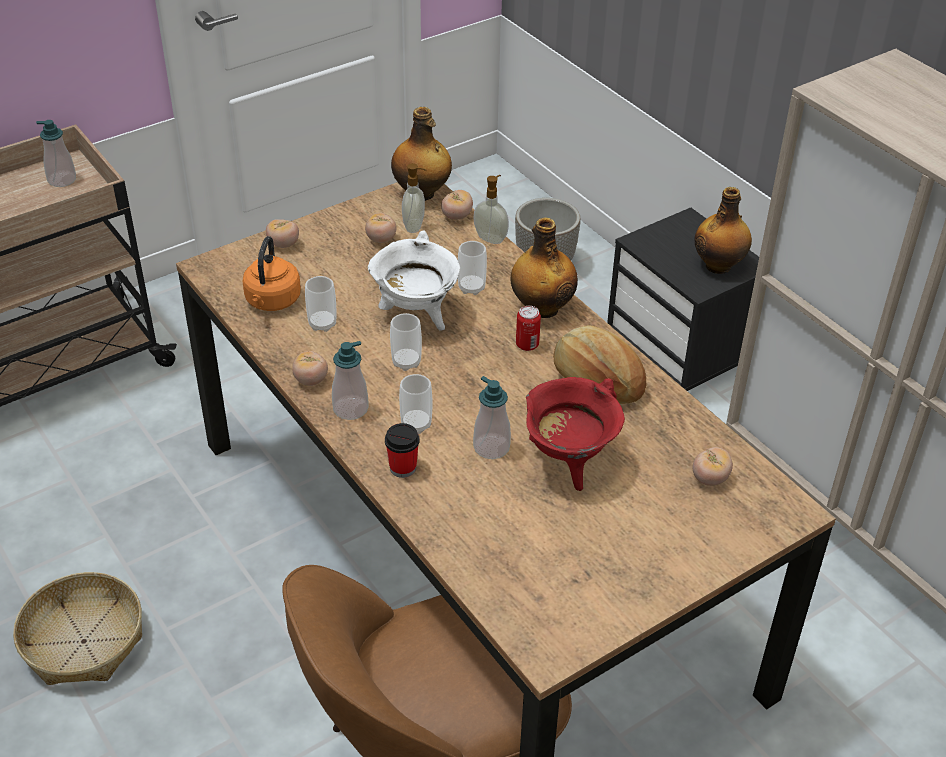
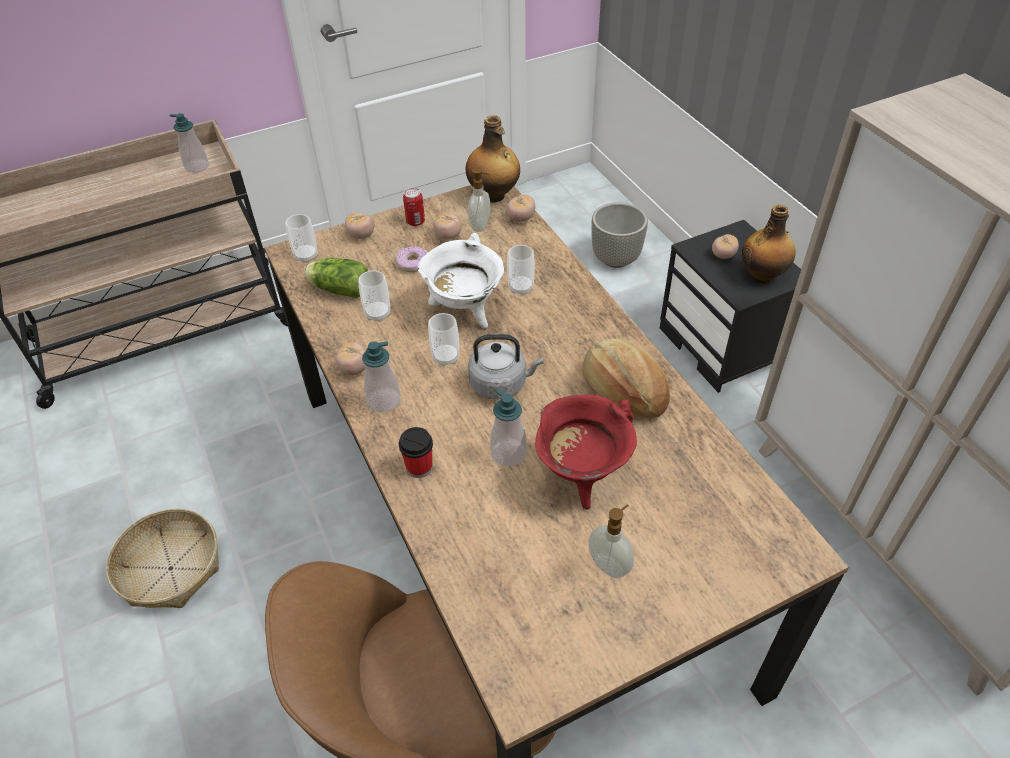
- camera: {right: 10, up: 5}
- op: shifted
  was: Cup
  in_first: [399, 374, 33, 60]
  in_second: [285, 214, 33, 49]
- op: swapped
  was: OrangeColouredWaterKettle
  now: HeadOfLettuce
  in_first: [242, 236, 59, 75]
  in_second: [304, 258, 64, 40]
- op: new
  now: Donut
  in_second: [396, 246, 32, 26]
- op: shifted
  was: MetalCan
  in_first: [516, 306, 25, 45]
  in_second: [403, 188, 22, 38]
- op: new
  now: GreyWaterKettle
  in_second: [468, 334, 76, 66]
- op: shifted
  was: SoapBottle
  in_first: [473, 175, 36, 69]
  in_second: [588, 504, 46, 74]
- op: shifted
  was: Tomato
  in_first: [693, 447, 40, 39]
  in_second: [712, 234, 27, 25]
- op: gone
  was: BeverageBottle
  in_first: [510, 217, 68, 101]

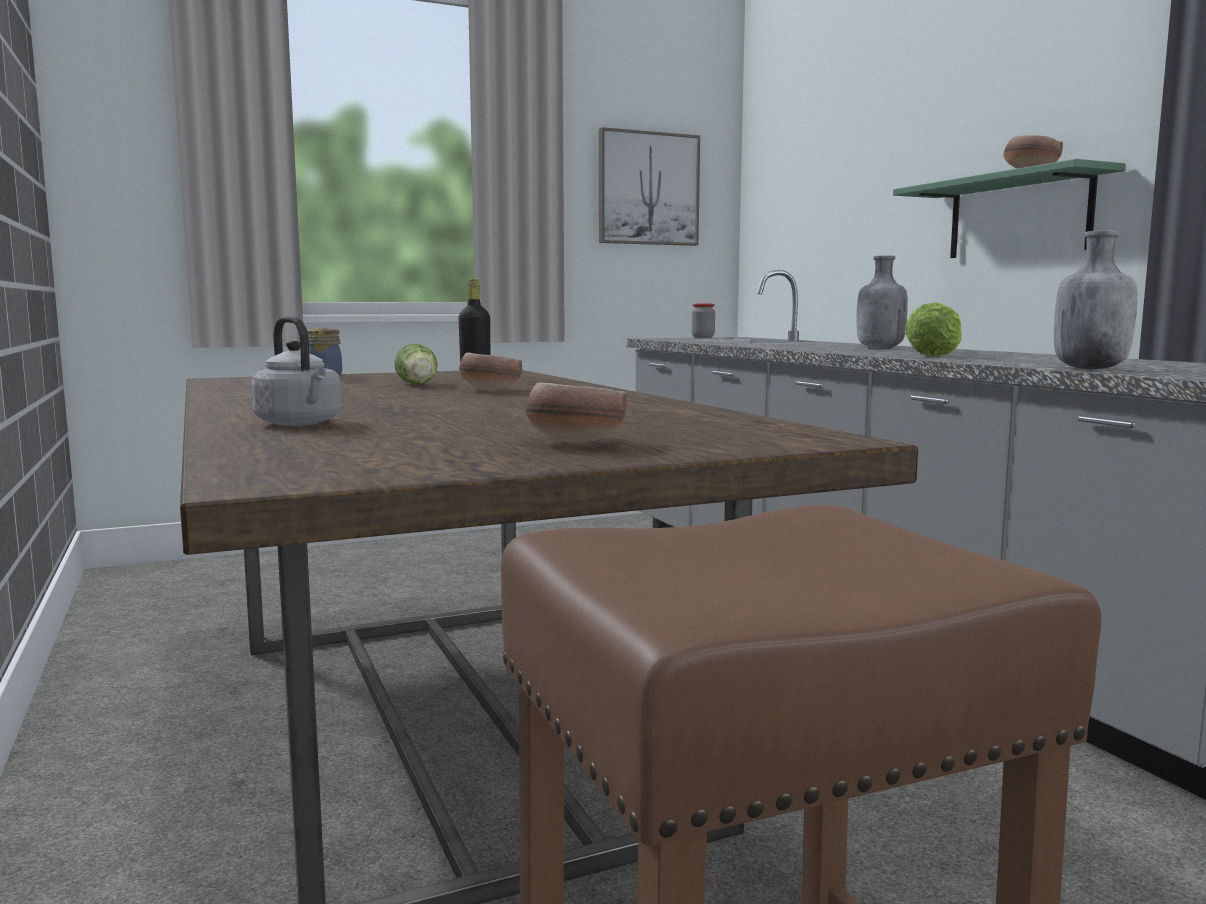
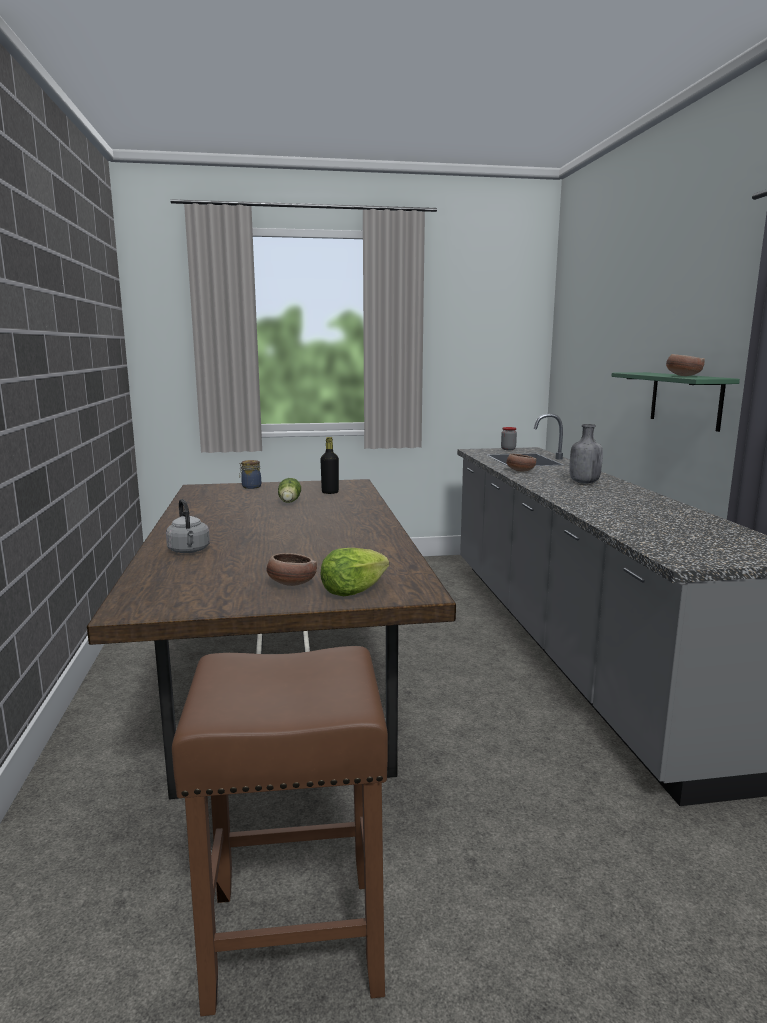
- camera: {right: 15, up: 5}
- op: shifted
  was: HeadOfLettuce
  in_first: [904, 302, 58, 54]
  in_second: [320, 548, 69, 48]
- op: shifted
  was: ServingBowl
  in_first: [459, 352, 63, 38]
  in_second: [506, 454, 30, 18]
- op: gone
  was: Picture
  in_first: [599, 127, 101, 119]
- op: gone
  was: GreyBeverageBottle
  in_first: [1054, 230, 83, 139]

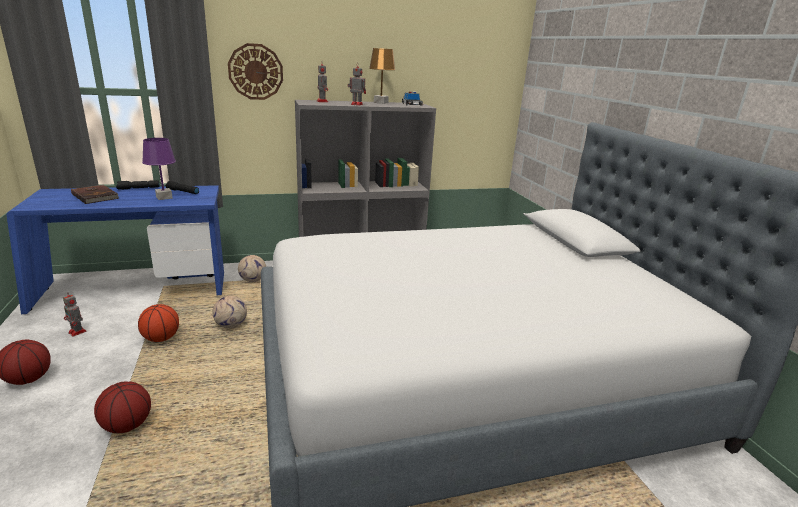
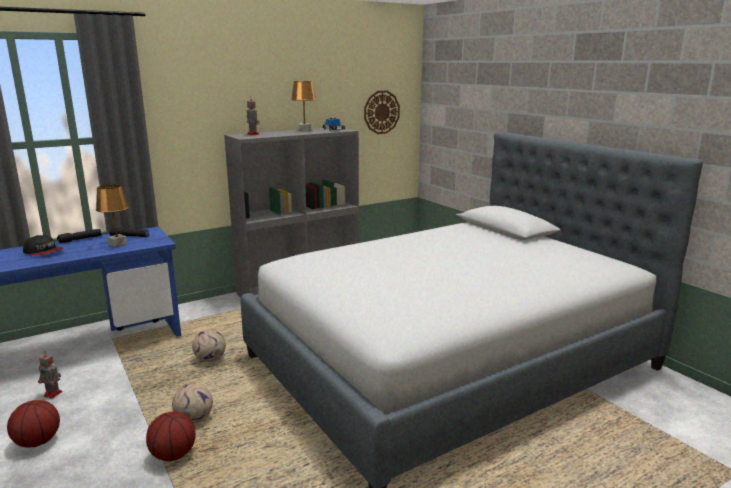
- camera: {right: -15, up: -5}
- op: swapped
  was: BrownBook
  now: PeakedCap
  in_first: [71, 185, 48, 19]
  in_second: [23, 235, 41, 20]
- op: repainted
  was: PurpleTabletopLamp
  now: BrownTabletopLamp
  in_first: [142, 138, 34, 62]
  in_second: [96, 184, 33, 63]
- op: shifted
  was: BallForFootball
  in_first: [238, 255, 28, 27]
  in_second: [172, 383, 41, 41]
- op: shifted
  was: WallClock
  in_first: [228, 43, 55, 57]
  in_second: [364, 91, 36, 43]
- op: gone
  was: BallForBasketball
  in_first: [138, 304, 41, 38]
- op: gone
  was: ToyRobot
  in_first: [348, 63, 18, 43]

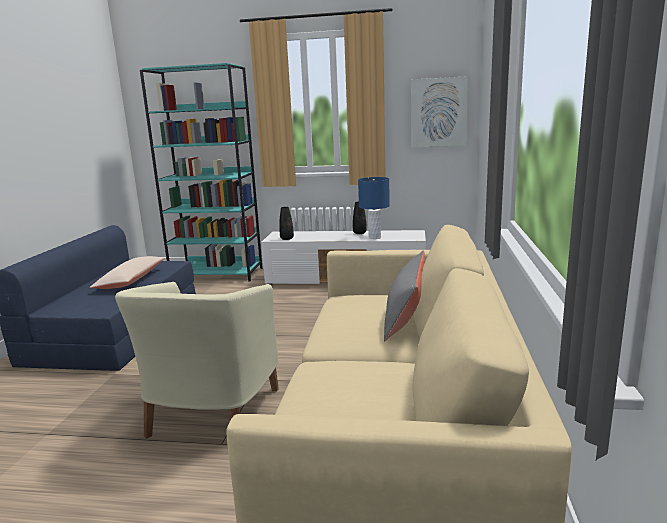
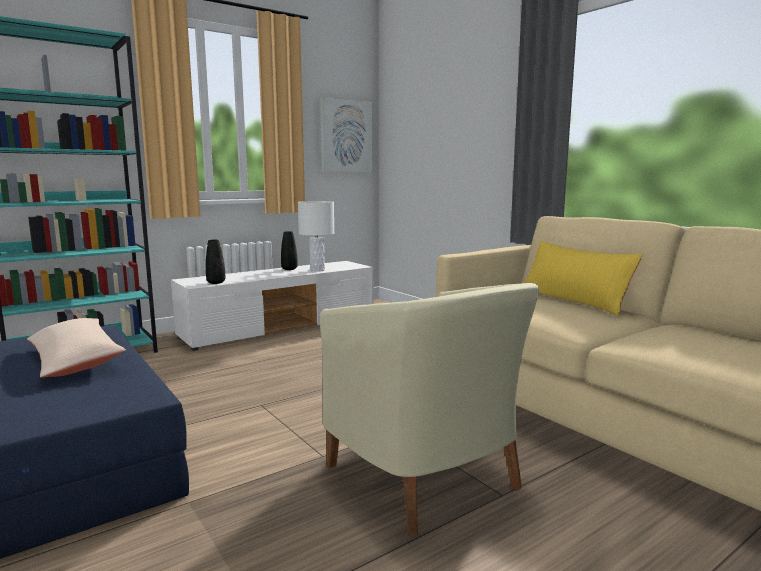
- camera: {right: -45, up: -5}
- op: repainted
  was: BlueColouredTabletopLamp
  now: WhitishTabletopLamp
  in_first: [358, 177, 32, 62]
  in_second: [298, 201, 36, 71]
- op: repainted
  was: GreyPillow
  now: YellowColouredPillow
  in_first: [384, 250, 41, 91]
  in_second: [525, 241, 118, 75]

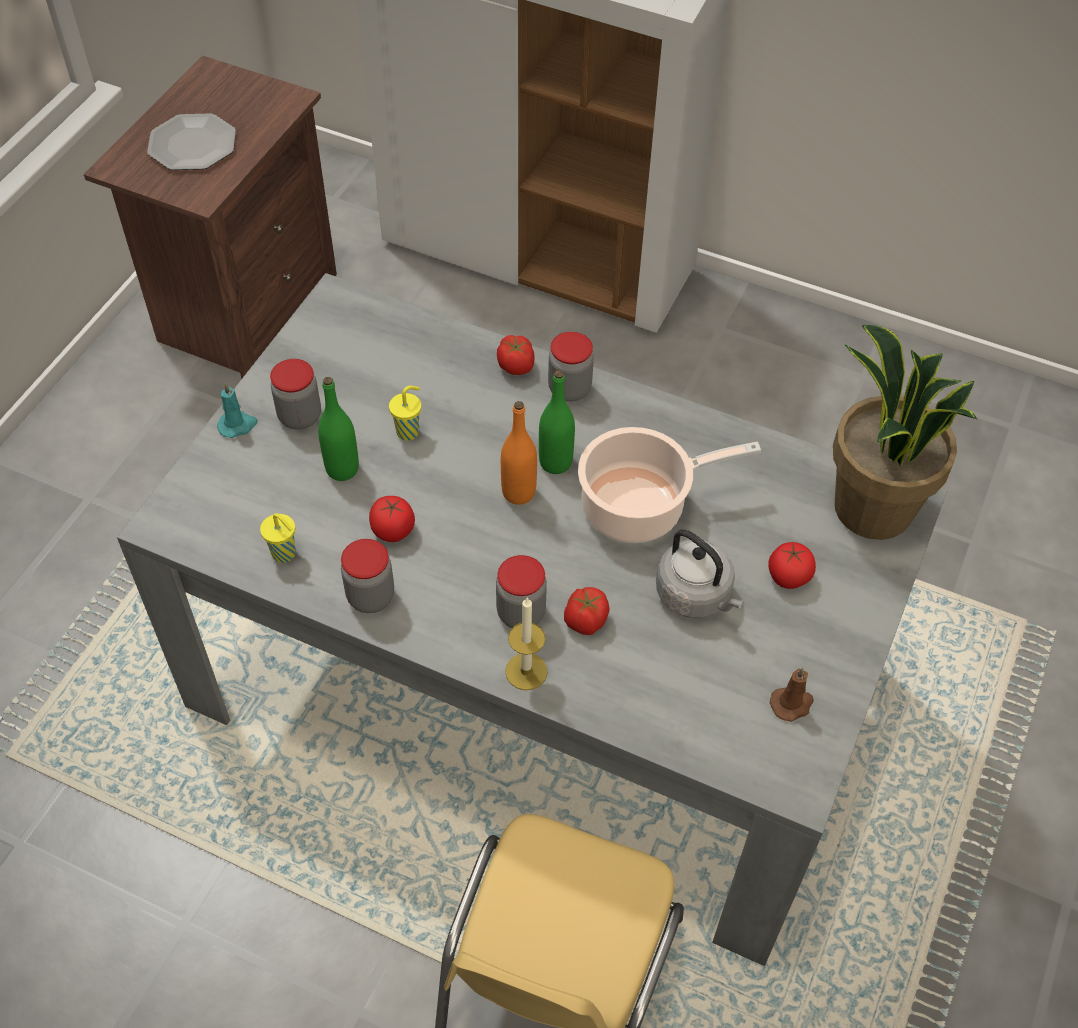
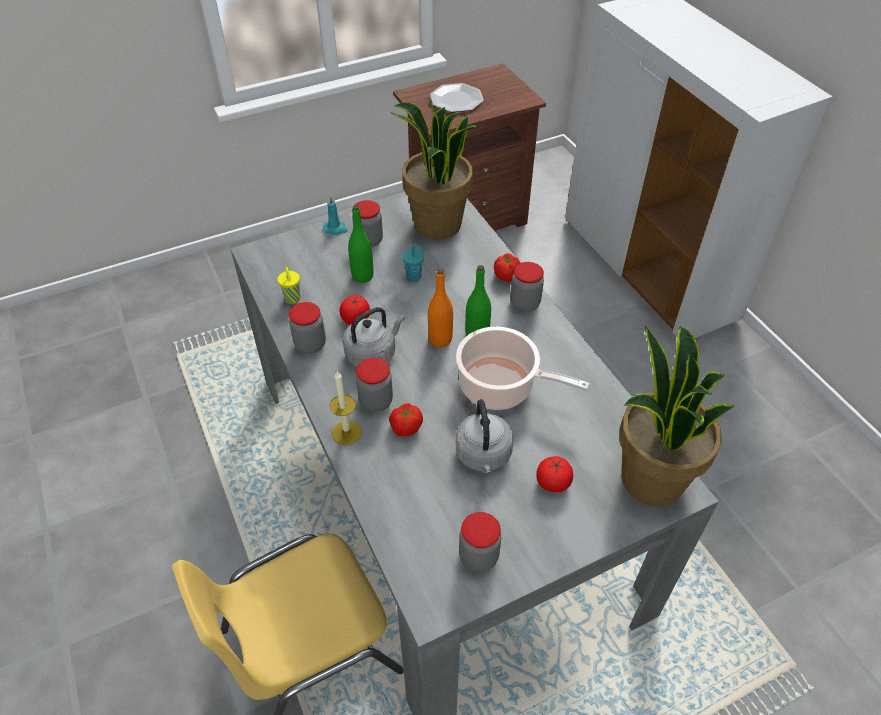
- camera: {right: 40, up: -5}
- op: new
  now: GreyWaterKettle
  in_second: [343, 307, 62, 60]
- op: new
  now: PlantInAPot
  in_second: [390, 102, 89, 138]
- op: repainted
  was: YellowColouredCup
  now: TurquoiseColouredCup
  in_first: [389, 386, 32, 55]
  in_second: [402, 244, 24, 38]
- op: swapped
  was: BrownWaxCandle
  now: Jar
  in_first: [770, 667, 44, 55]
  in_second: [459, 512, 42, 60]

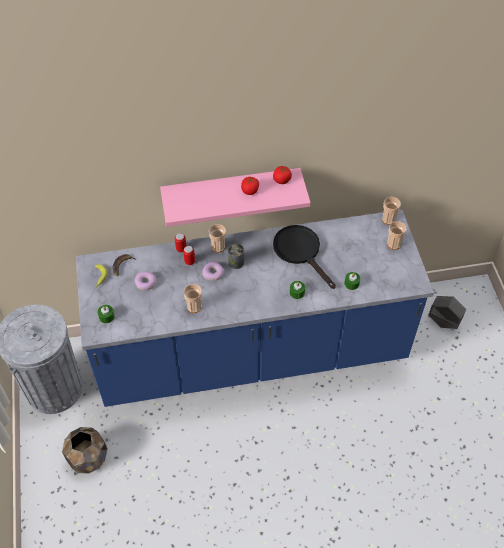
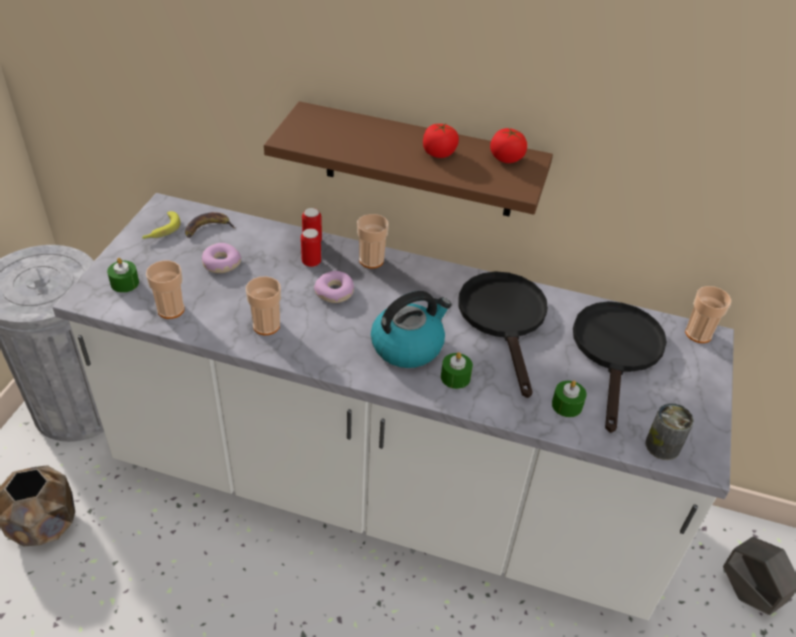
- camera: {right: 25, up: -10}
- op: repainted
  was: BlueColouredKitchenBaseUnit
  now: WhitishKitchenBaseUnit
  in_first: [76, 210, 358, 197]
  in_second: [53, 193, 681, 427]
- op: shifted
  was: Cup
  in_first: [387, 221, 20, 29]
  in_second: [146, 261, 39, 58]
- op: repainted
  was: PinkishShelf
  now: BrownShelf
  in_first: [160, 168, 151, 59]
  in_second: [264, 101, 289, 115]
- op: new
  now: WaterKettle
  in_second: [371, 291, 81, 77]
- op: new
  now: BlackishPan
  in_second: [573, 301, 94, 132]
- op: shifted
  was: MetalCan
  in_first: [228, 243, 16, 26]
  in_second: [645, 403, 49, 57]

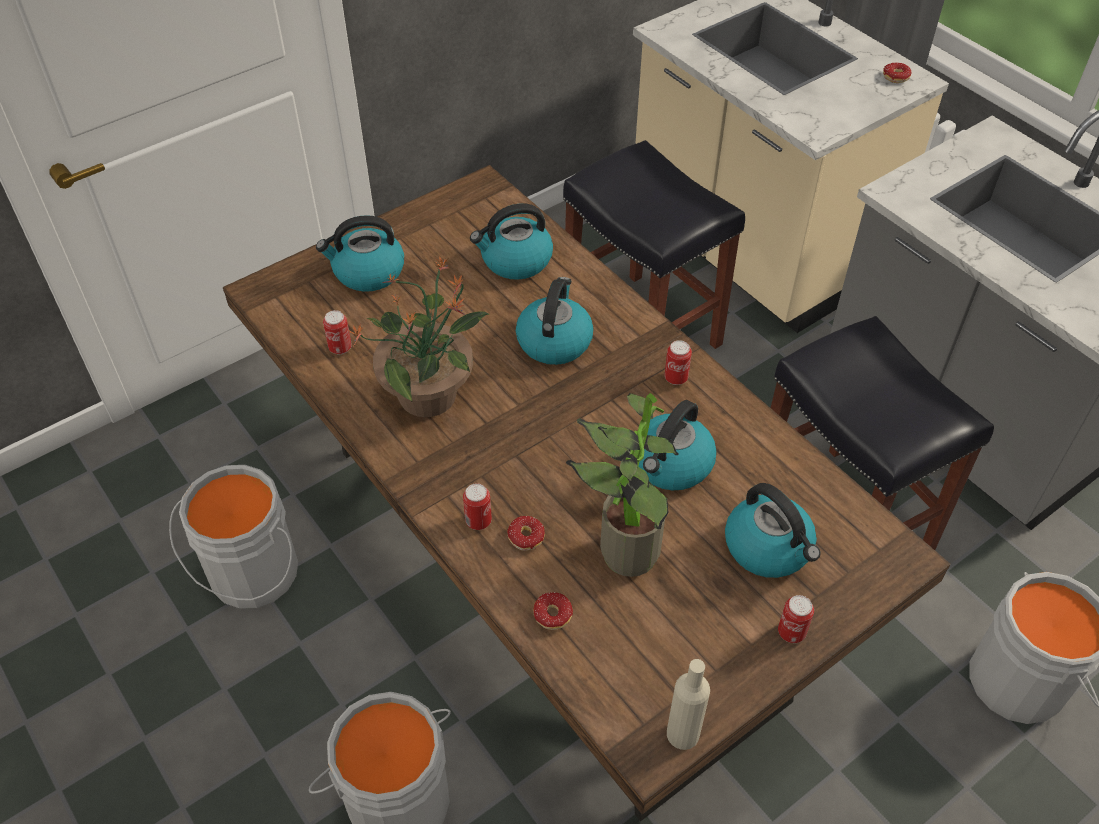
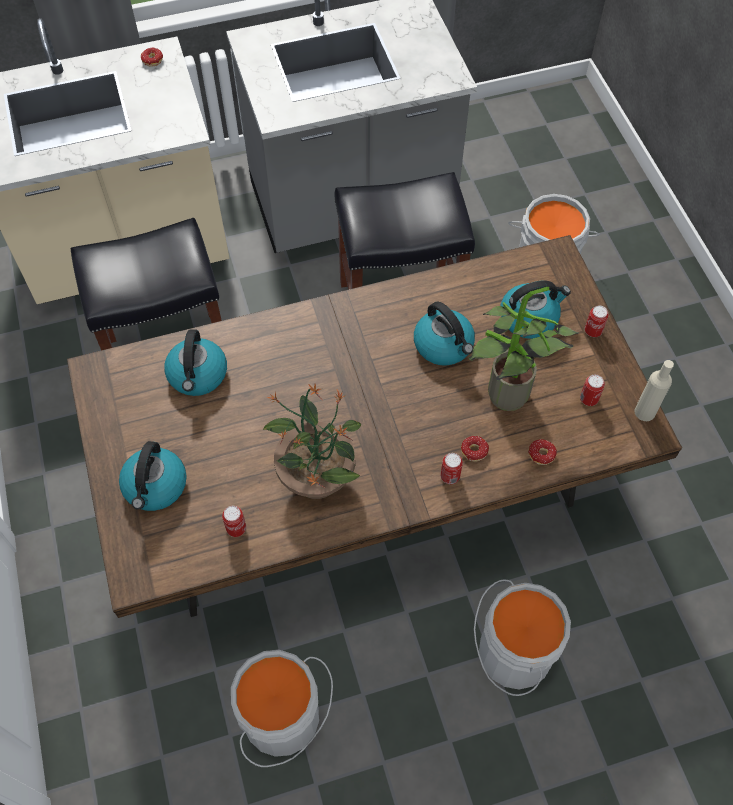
- camera: {right: -70, up: 10}
- op: shifted
  was: MetalCan
  in_first: [665, 340, 27, 45]
  in_second: [580, 374, 25, 32]
- op: gone
  was: WaterKettle
  in_first: [516, 277, 77, 88]

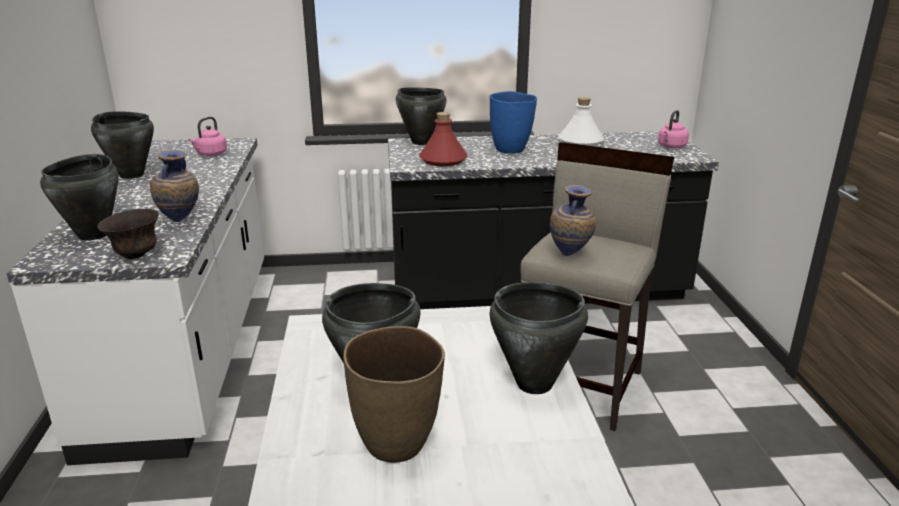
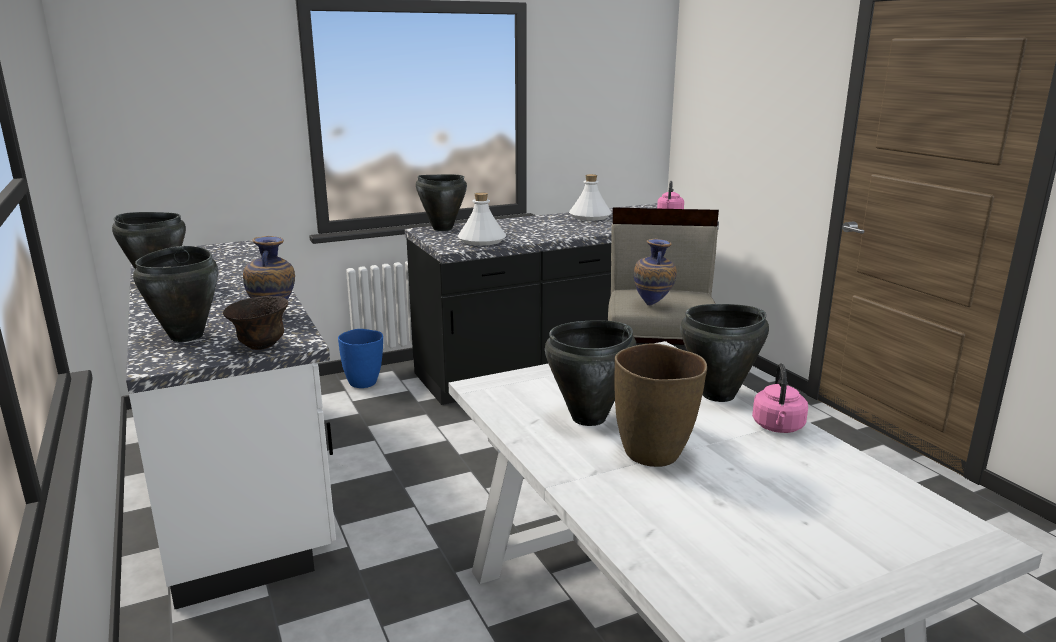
- camera: {right: -20, up: -5}
- op: shifted
  was: BlueColouredVase
  in_first: [490, 91, 47, 63]
  in_second: [338, 329, 45, 59]
- op: repainted
  was: ReddishBeverageBottle
  now: WhitishBeverageBottle
  in_first: [419, 112, 49, 54]
  in_second: [458, 192, 48, 54]
- op: shifted
  was: PinkishWaterKettle
  in_first: [188, 117, 39, 39]
  in_second: [752, 363, 56, 70]

